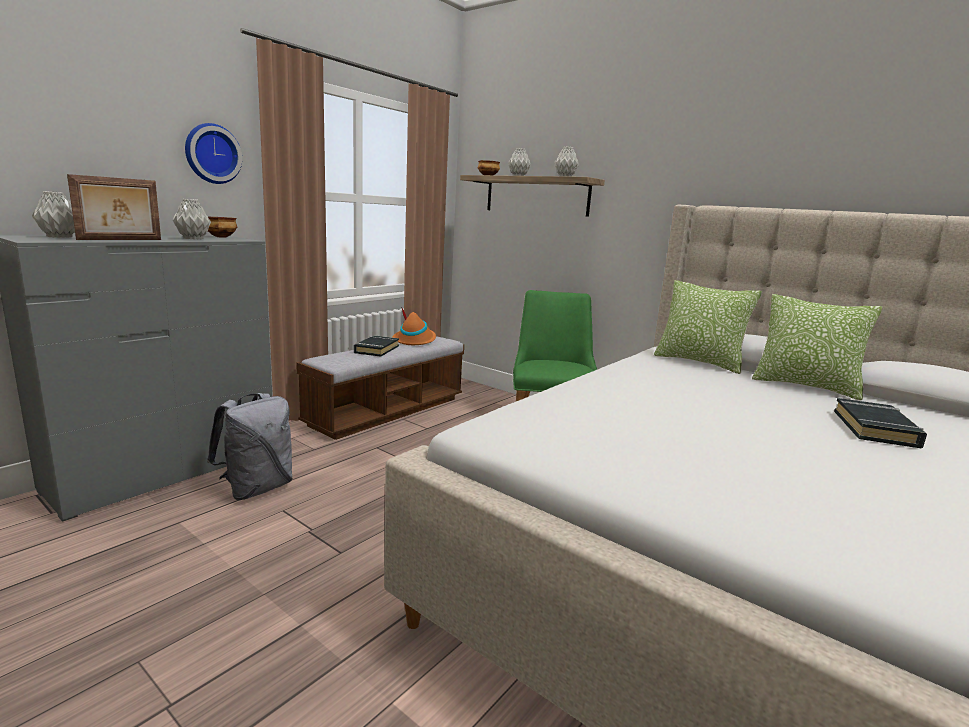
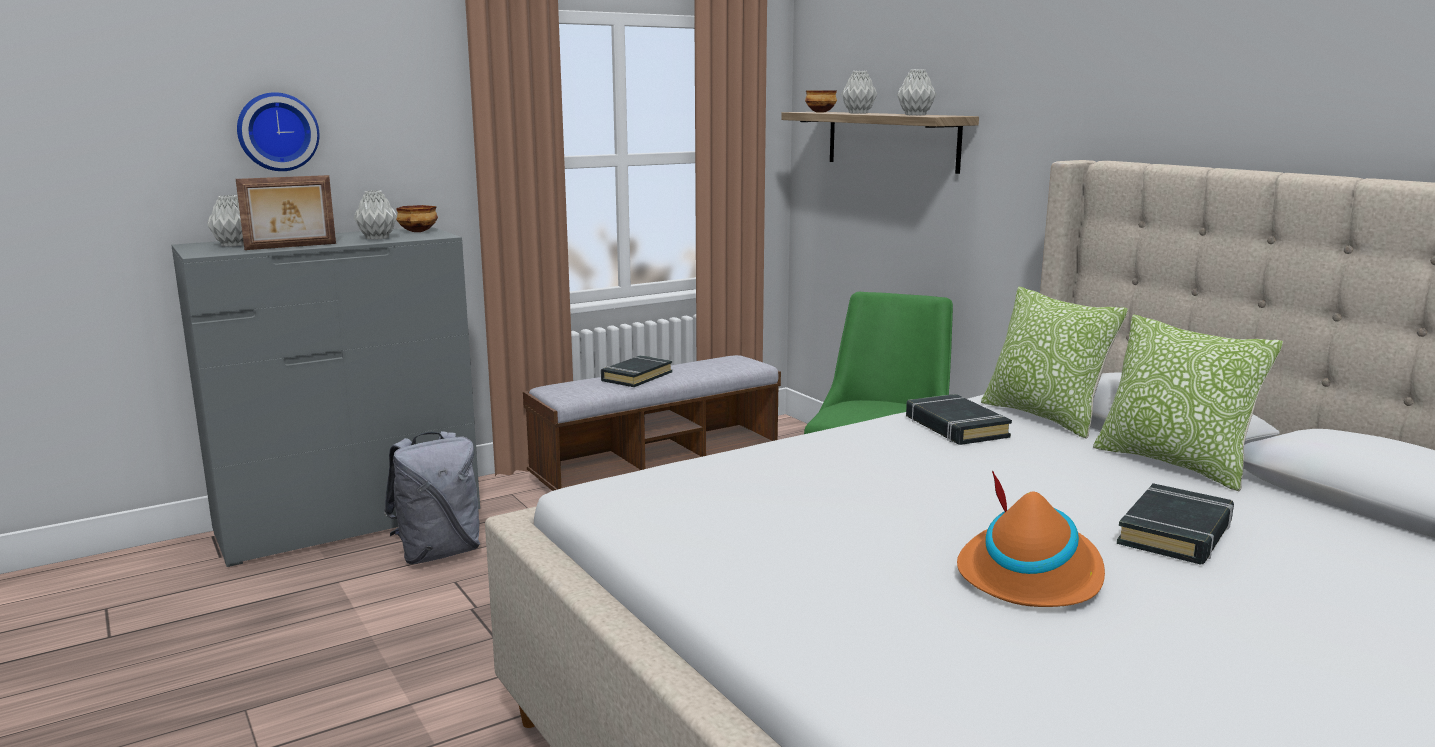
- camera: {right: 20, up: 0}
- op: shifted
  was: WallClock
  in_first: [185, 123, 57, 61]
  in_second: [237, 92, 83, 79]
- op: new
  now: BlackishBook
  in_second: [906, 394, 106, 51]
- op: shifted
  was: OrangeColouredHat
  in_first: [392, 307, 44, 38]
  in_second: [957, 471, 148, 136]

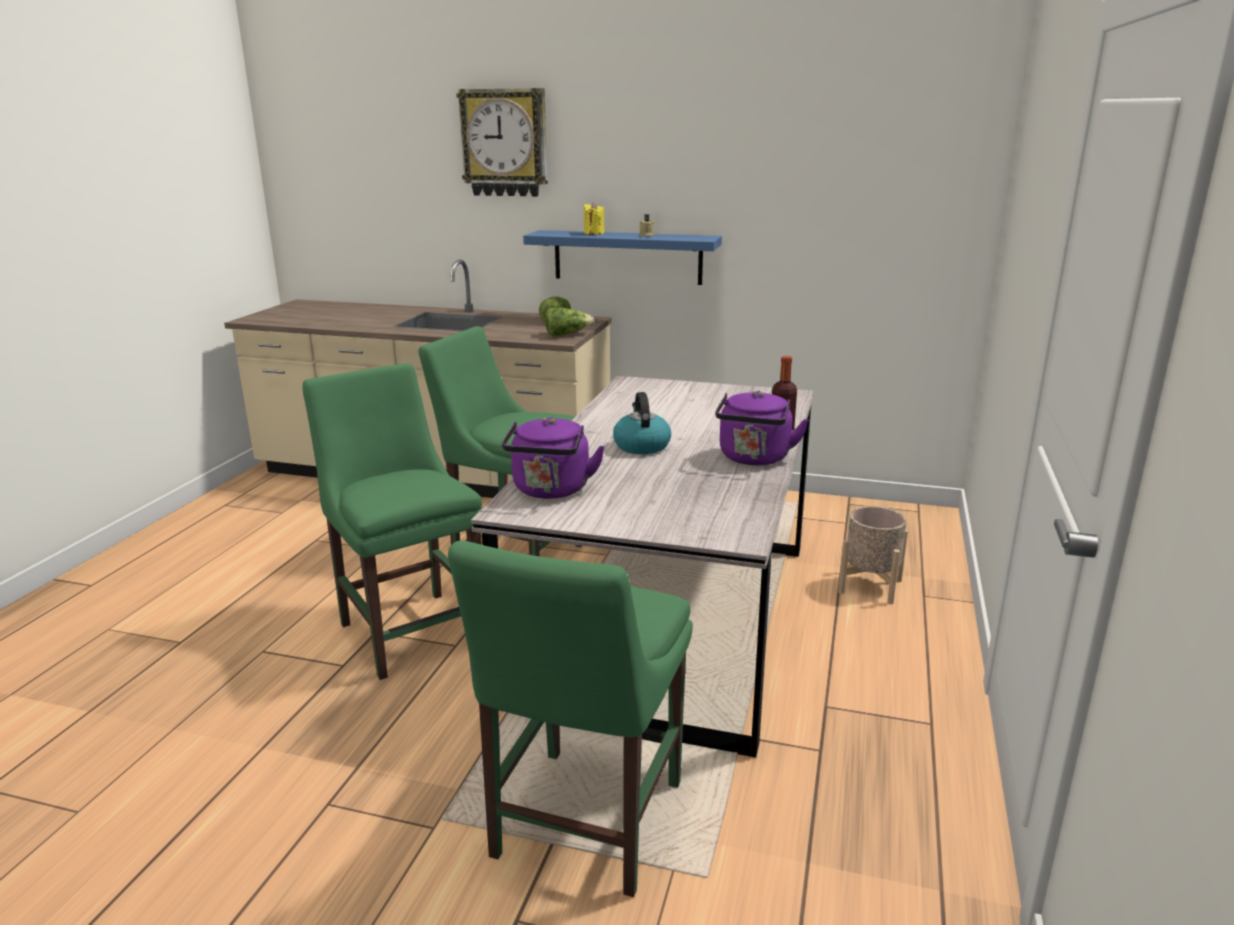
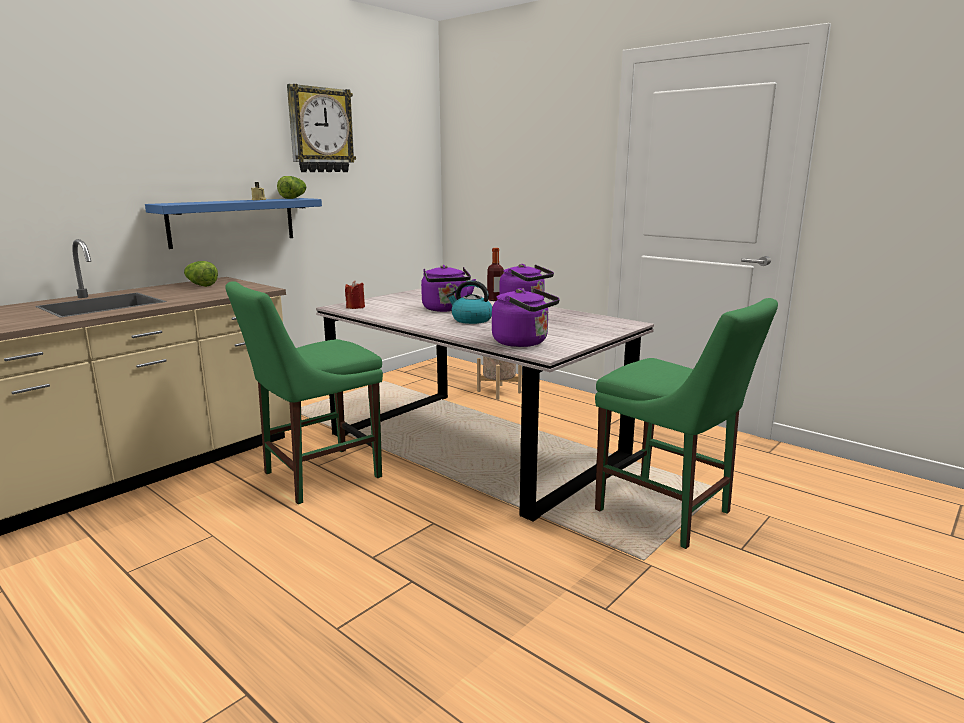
- camera: {right: -65, up: -5}
- op: shifted
  was: HeadOfLettuce
  in_first: [545, 308, 49, 28]
  in_second: [277, 176, 29, 23]
- op: shifted
  was: WallClock
  in_first: [456, 88, 92, 109]
  in_second: [287, 84, 69, 88]
- op: new
  now: ReddishWaxCandle
  in_second: [345, 281, 20, 28]
- op: new
  now: PurpleWaterKettle
  in_second: [421, 265, 55, 47]
- op: gone
  was: GreenishUprightChair
  in_first: [303, 363, 179, 317]
- op: gone
  was: YellowColouredWaxCandle
  in_first: [583, 202, 21, 33]

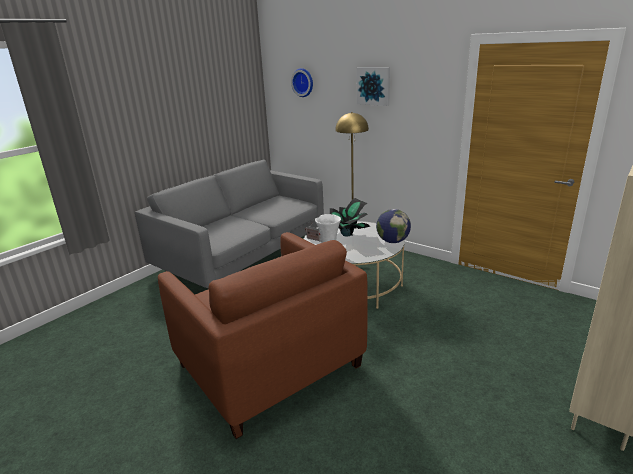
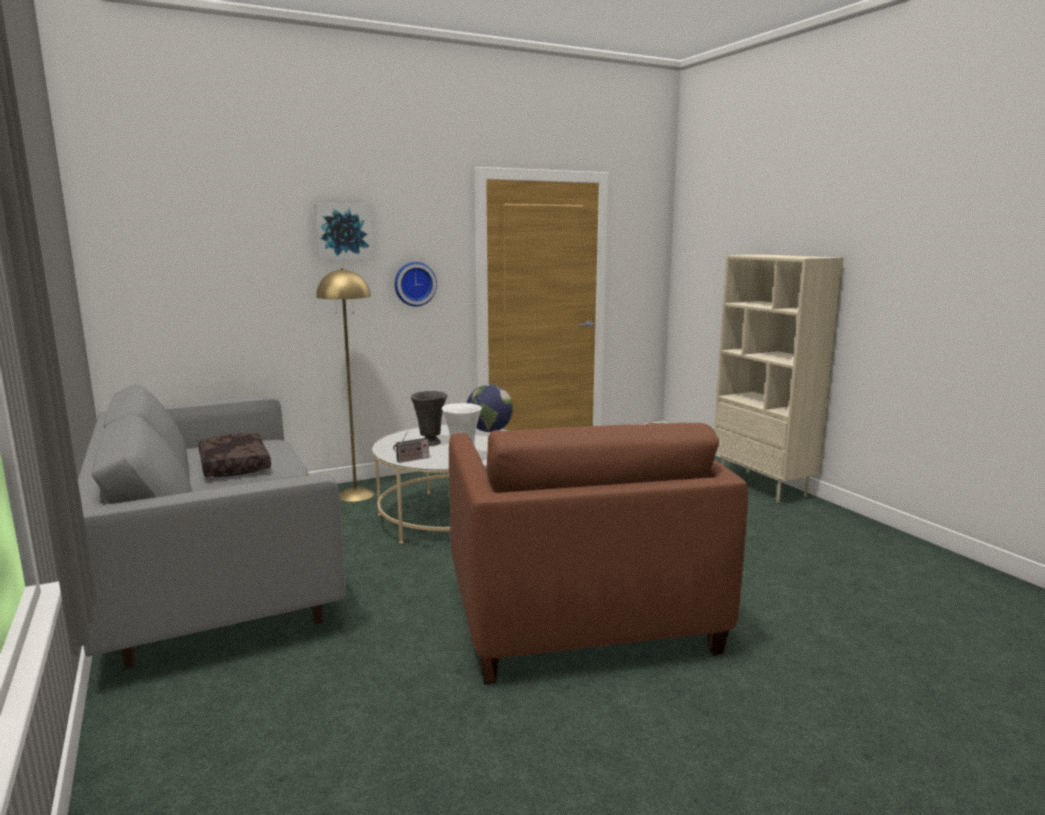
- camera: {right: -65, up: -10}
- op: new
  now: BrownPillow
  in_second: [198, 433, 73, 44]
- op: shifted
  was: WallClock
  in_first: [291, 68, 22, 29]
  in_second: [394, 262, 43, 45]
- op: swapped
  was: PlantInAPot
  now: GreyVase
  in_first: [330, 198, 41, 39]
  in_second: [410, 391, 37, 55]
- op: rotated
  was: BrownEasyChair
  in_first: [158, 232, 210, 207]
  in_second: [449, 423, 299, 261]
  clockwise: 90

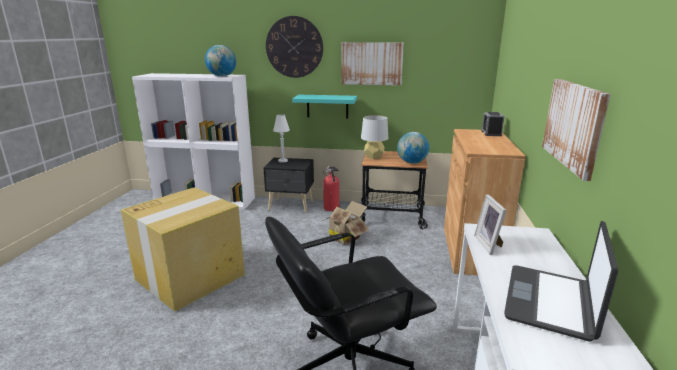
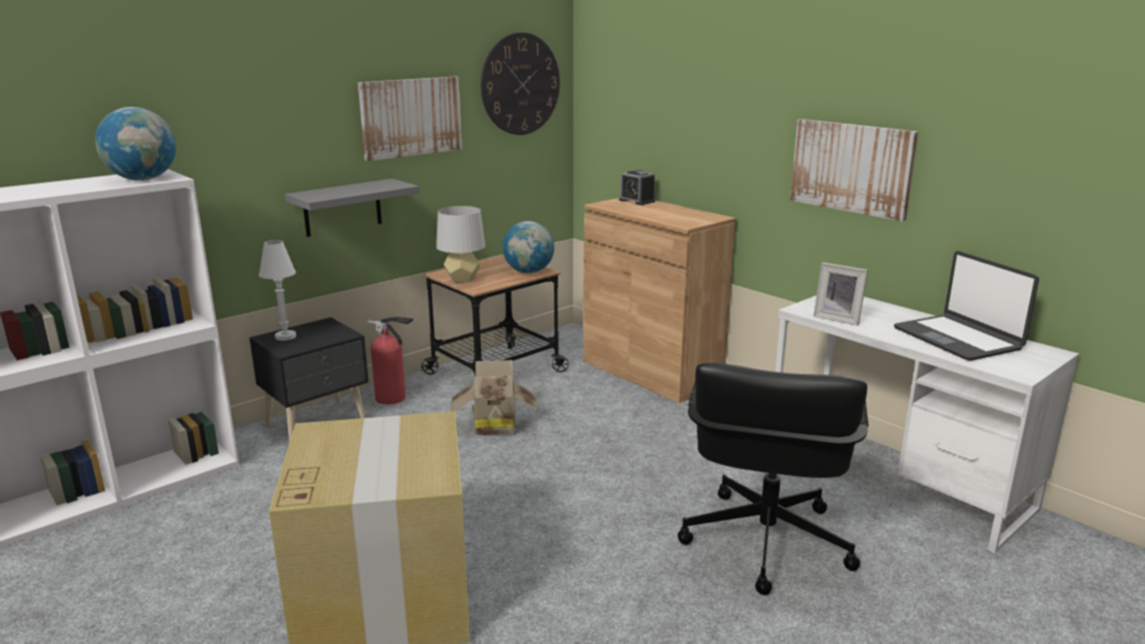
- camera: {right: -50, up: 0}
- op: repainted
  was: TurquoiseColouredShelf
  now: GreyShelf
  in_first: [292, 95, 65, 24]
  in_second: [285, 179, 134, 58]
- op: shifted
  was: WallClock
  in_first: [266, 16, 57, 62]
  in_second: [481, 32, 79, 103]

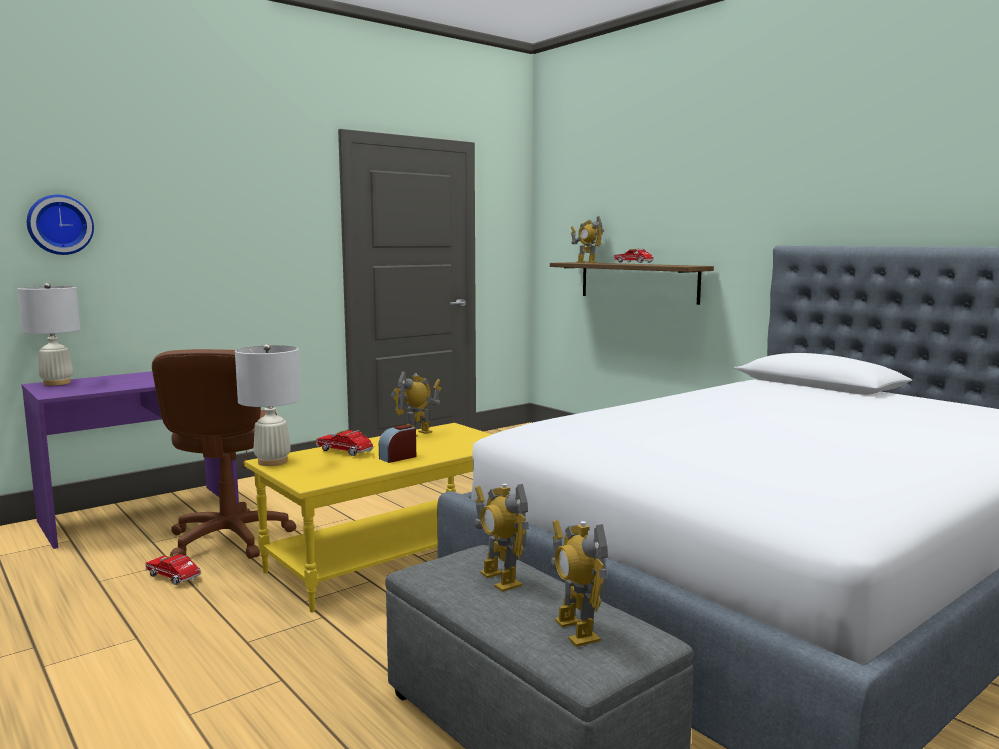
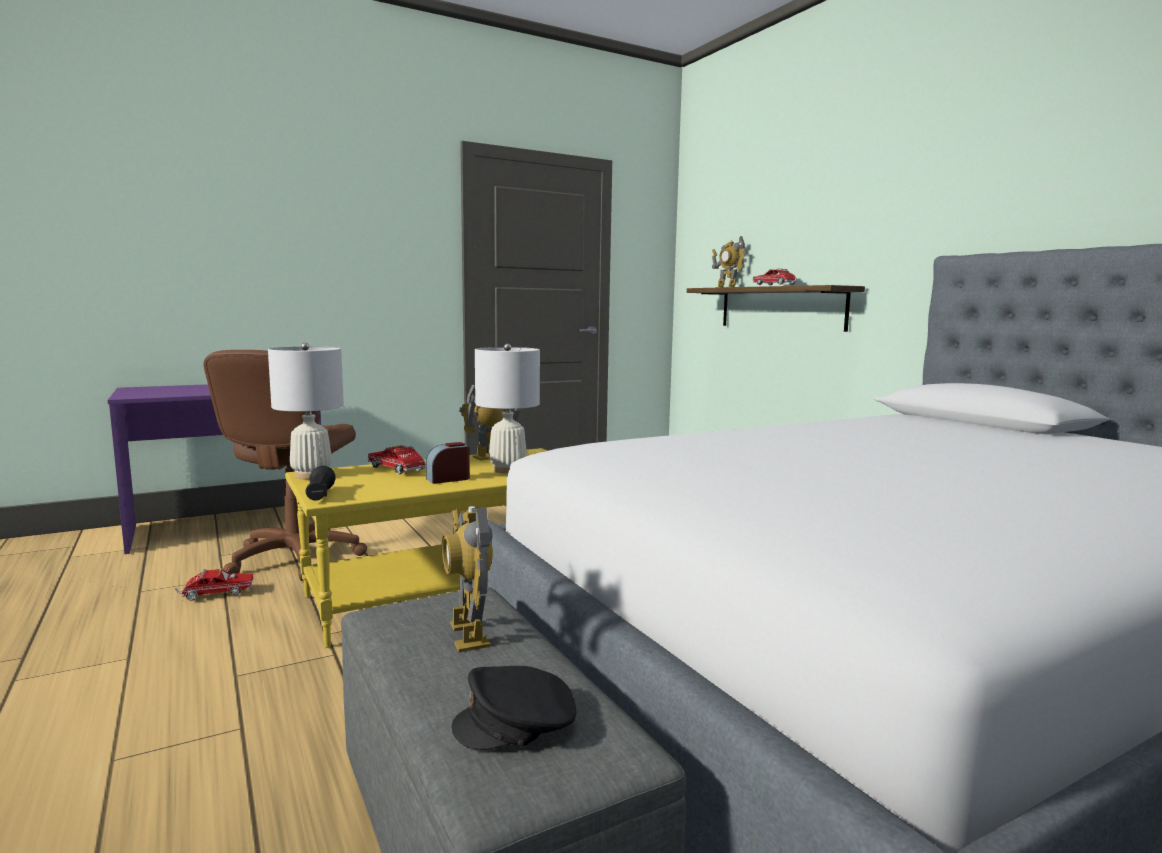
- camera: {right: 10, up: 0}
- op: rotated
  was: ToyTruck
  in_first: [145, 553, 56, 32]
  in_second: [175, 568, 79, 33]
  clockwise: 120
- op: new
  now: BlackishHandTorch
  in_second: [306, 466, 30, 34]
- op: swapped
  was: ToyRobot
  now: BlackishPeakedCap
  in_first: [551, 520, 57, 127]
  in_second: [452, 666, 124, 84]
- op: shifted
  was: WhitishTabletopLamp
  in_first: [18, 283, 63, 103]
  in_second: [475, 344, 65, 130]
- op: gone
  was: WallClock
  in_first: [27, 195, 67, 60]

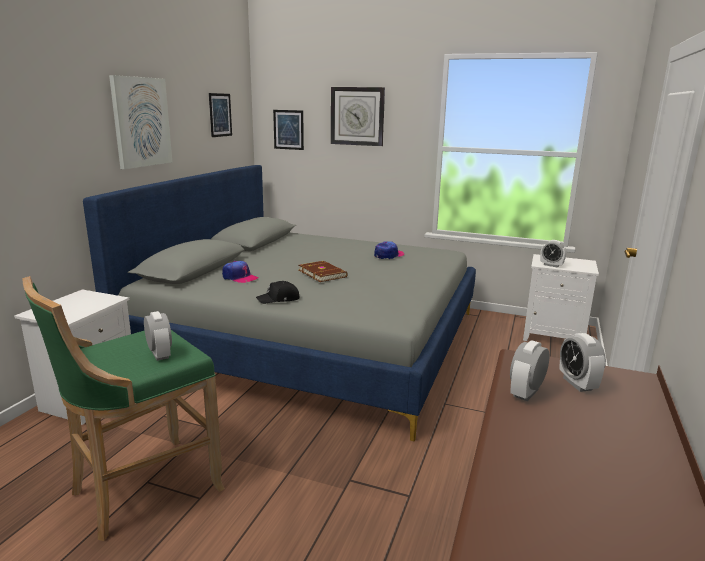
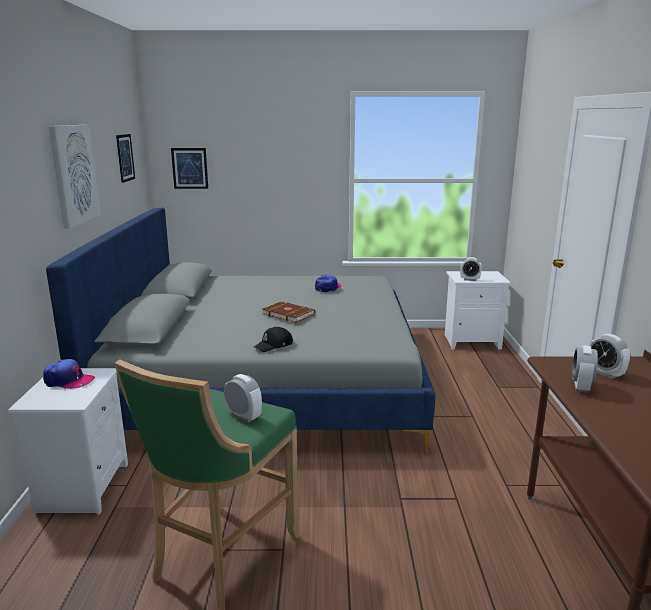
- camera: {right: -20, up: 0}
- op: shifted
  was: PeakedCap
  in_first: [222, 261, 36, 22]
  in_second: [43, 359, 52, 30]
- op: gone
  was: WallClock
  in_first: [331, 87, 54, 59]

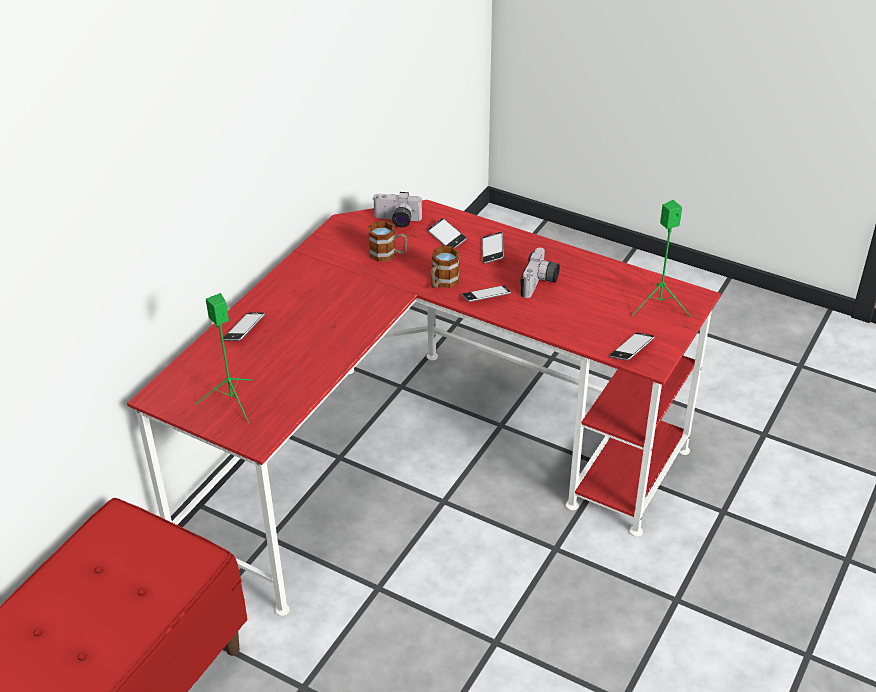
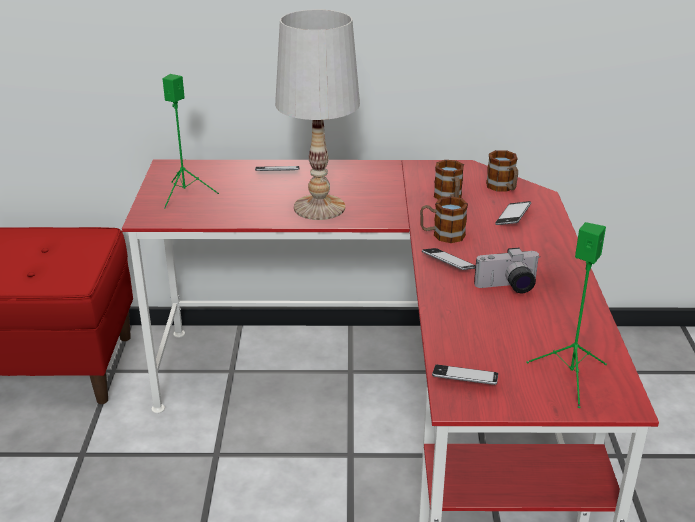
- camera: {right: 60, up: -10}
- op: new
  now: WhitishTabletopLamp
  in_second: [275, 10, 85, 210]
- op: swapped
  was: PhotoCamera
  now: CoffeeMug
  in_first: [373, 192, 49, 36]
  in_second: [486, 150, 32, 41]
- op: gone
  was: Handset
  in_first: [482, 232, 22, 32]

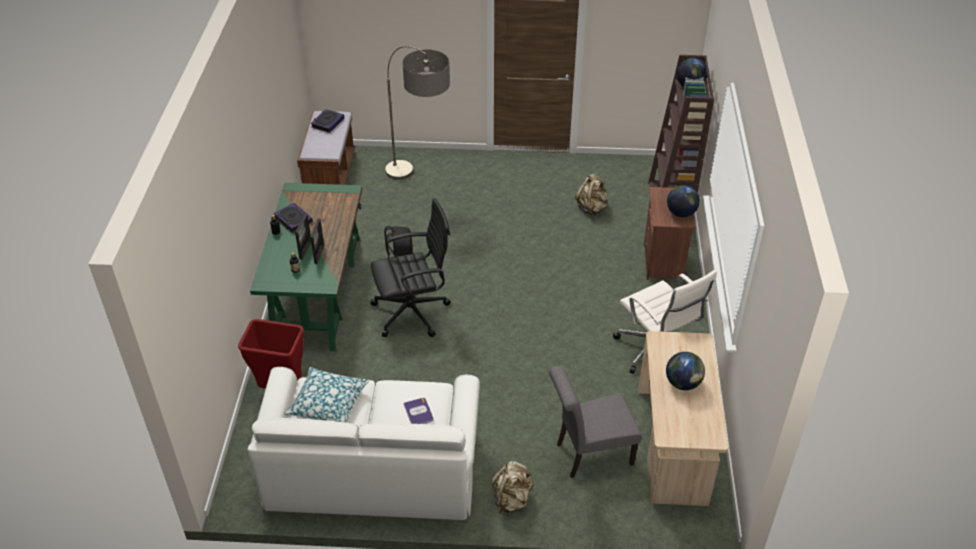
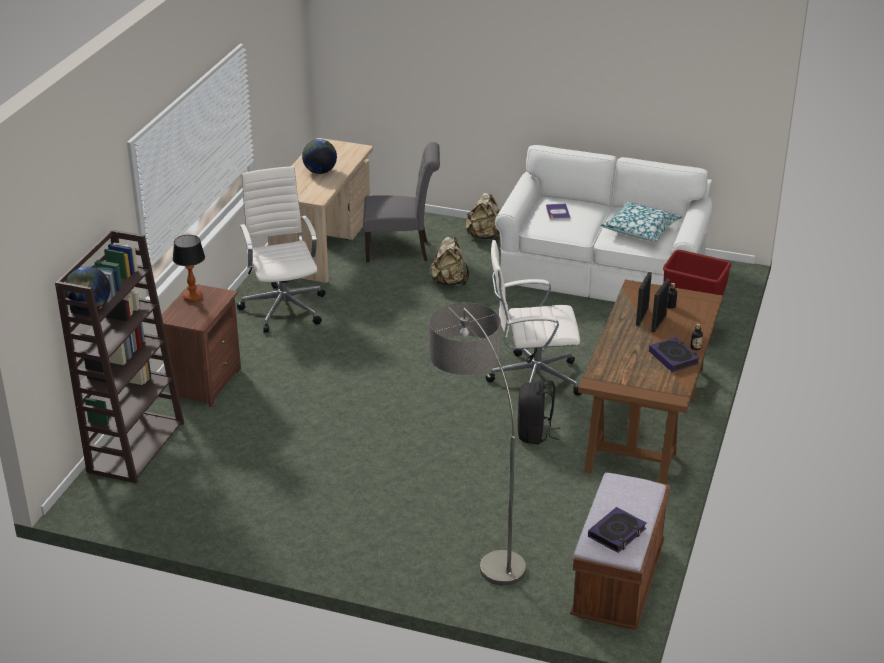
- camera: {right: -165, up: -10}
- op: swapped
  was: Globe
  now: TabletopLamp
  in_first: [667, 185, 33, 32]
  in_second: [173, 235, 32, 67]
- op: shifted
  was: BeigeKnapsack
  in_first: [575, 174, 33, 42]
  in_second: [430, 237, 39, 49]
- op: repainted
  was: BlackishComputerChair
  now: WhitishComputerChair
  in_first: [371, 198, 80, 139]
  in_second: [486, 240, 96, 156]
- op: repainted
  was: GreenishDesk
  now: BrownDesk
  in_first: [250, 183, 112, 168]
  in_second: [578, 280, 145, 204]

